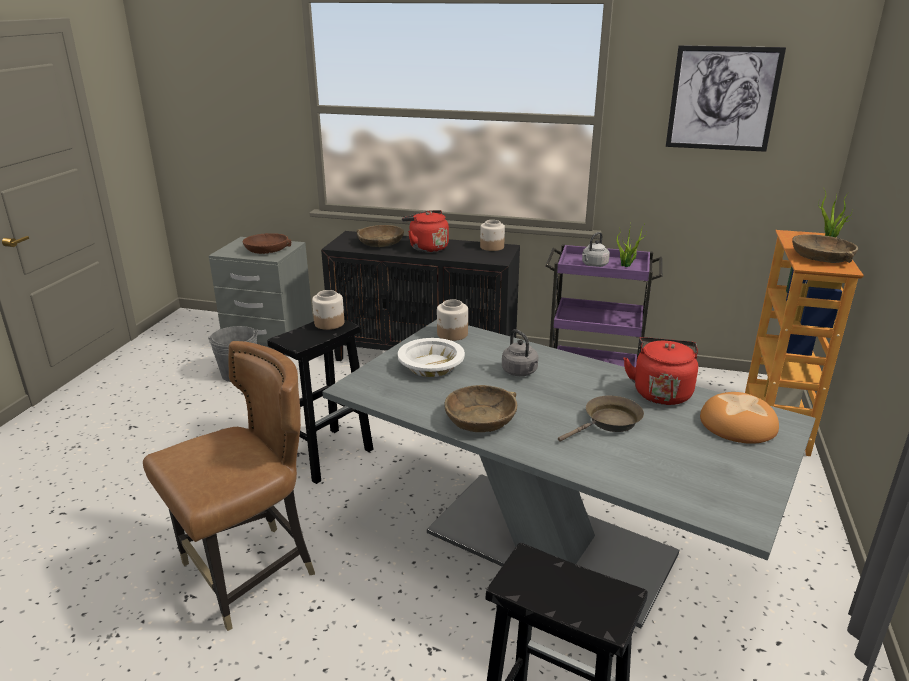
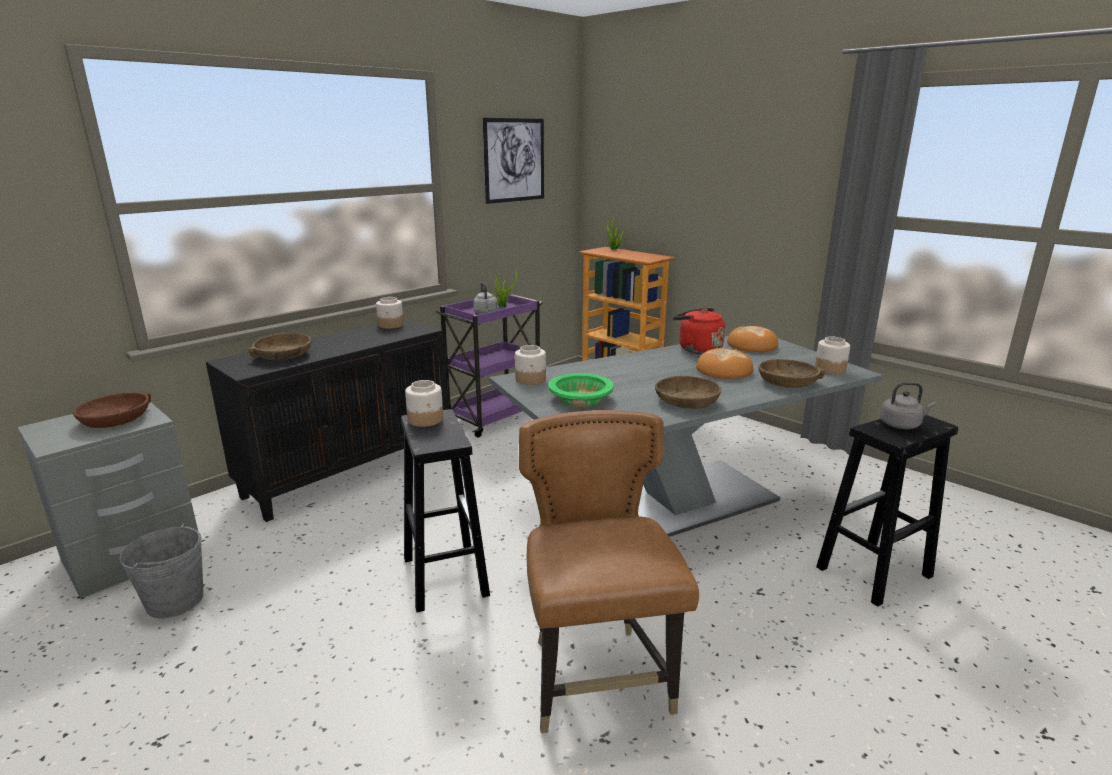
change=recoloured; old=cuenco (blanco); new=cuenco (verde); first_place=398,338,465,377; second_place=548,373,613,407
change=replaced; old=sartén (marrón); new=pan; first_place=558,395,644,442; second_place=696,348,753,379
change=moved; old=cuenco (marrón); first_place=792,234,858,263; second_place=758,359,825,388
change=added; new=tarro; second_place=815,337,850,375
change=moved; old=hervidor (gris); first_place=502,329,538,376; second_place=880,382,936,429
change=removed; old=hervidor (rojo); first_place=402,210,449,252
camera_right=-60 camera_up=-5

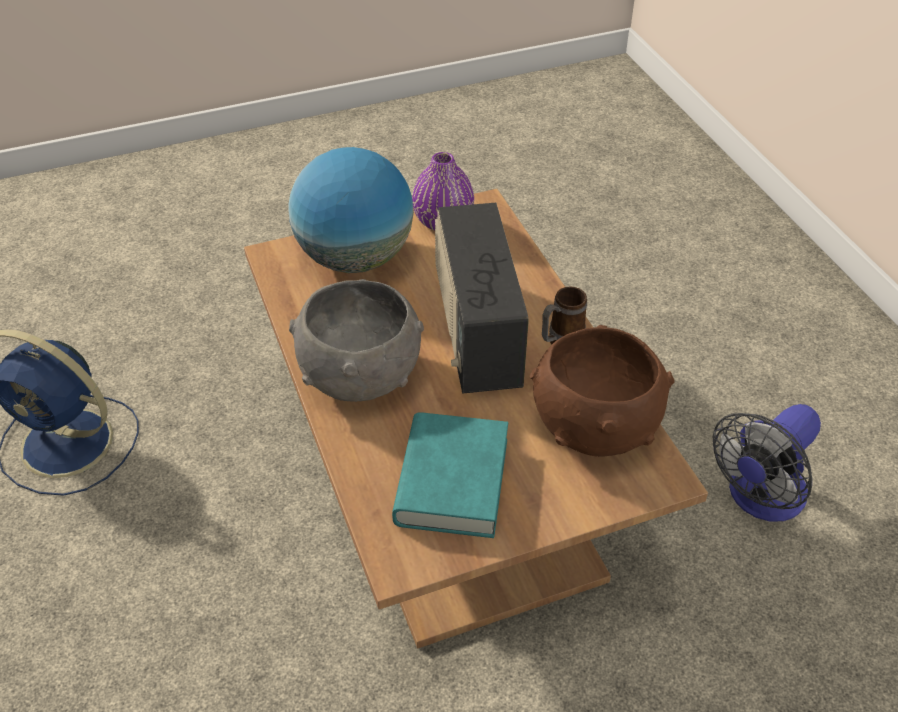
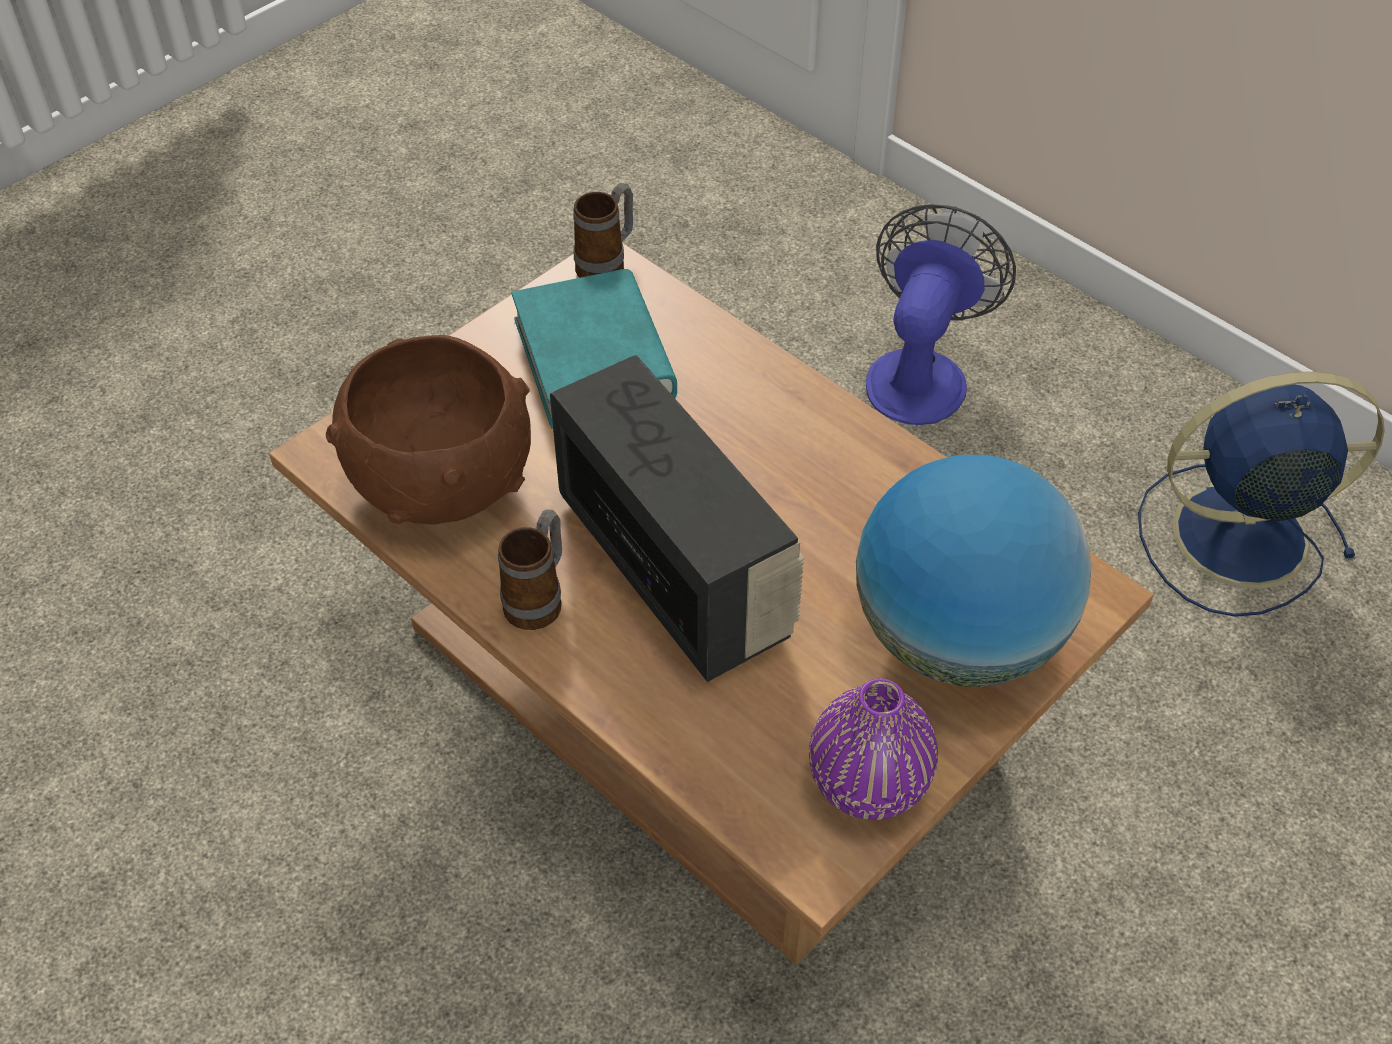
change=added; new=taza grande; second_place=574,183,633,278
change=moved; old=ventilador; first_place=713,404,821,521; second_place=866,204,1016,425
change=removed; old=cuenco (gris); first_place=289,279,424,402
camera_right=155 camera_up=5

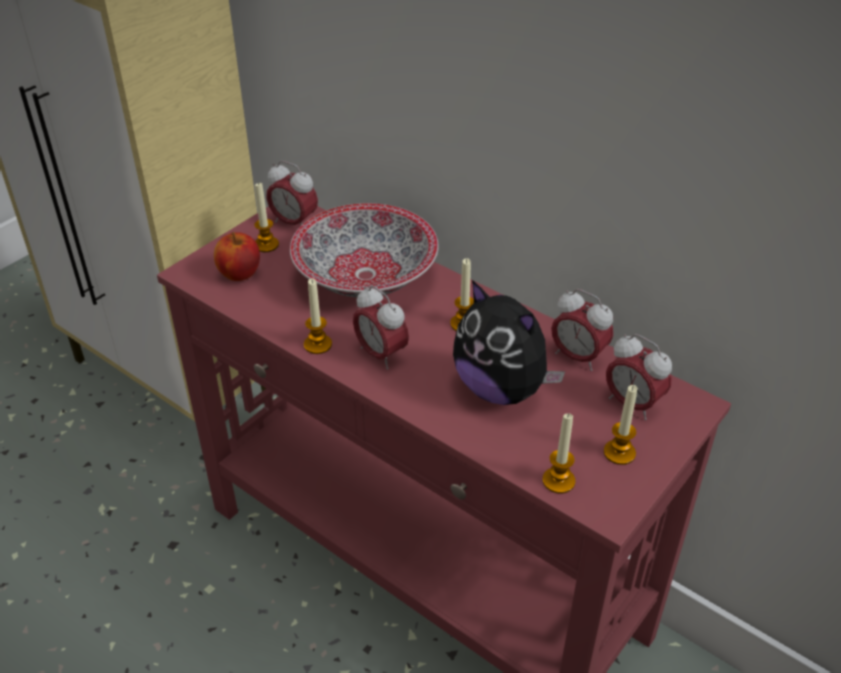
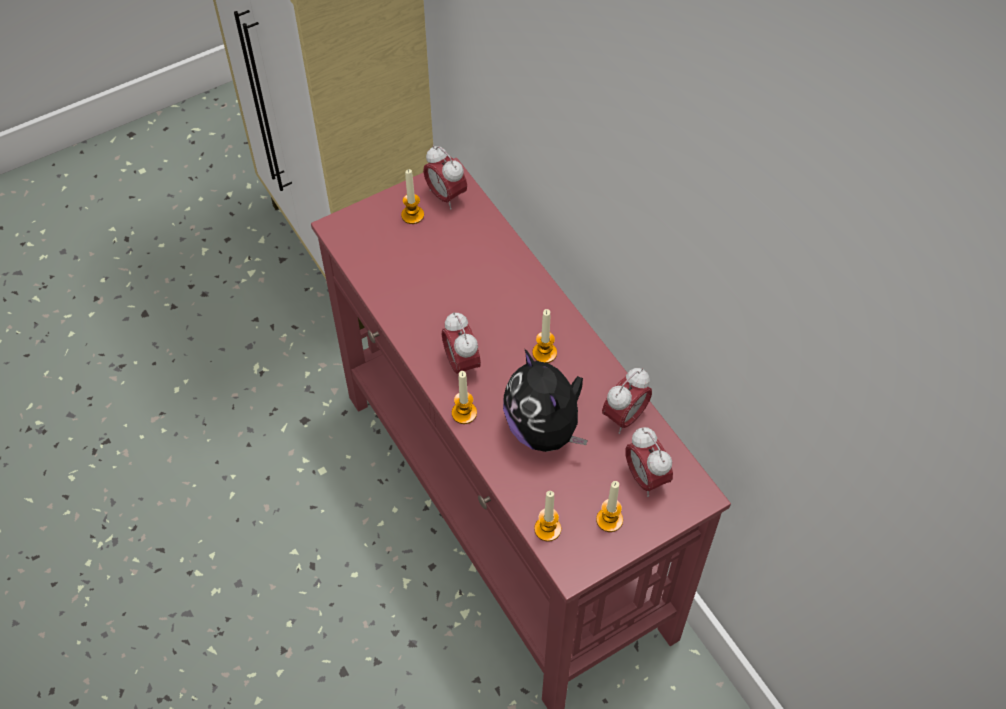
change=moved; old=vela; first_place=304,279,332,354; second_place=452,371,477,424
change=turned; old=despertador; first_place=551,289,613,371; second_place=602,368,652,434; degrees=-105
change=removed; old=manzana; first_place=214,232,260,281
change=removed; old=cuenco; first_place=290,203,439,298
camera_right=20 camera_up=15

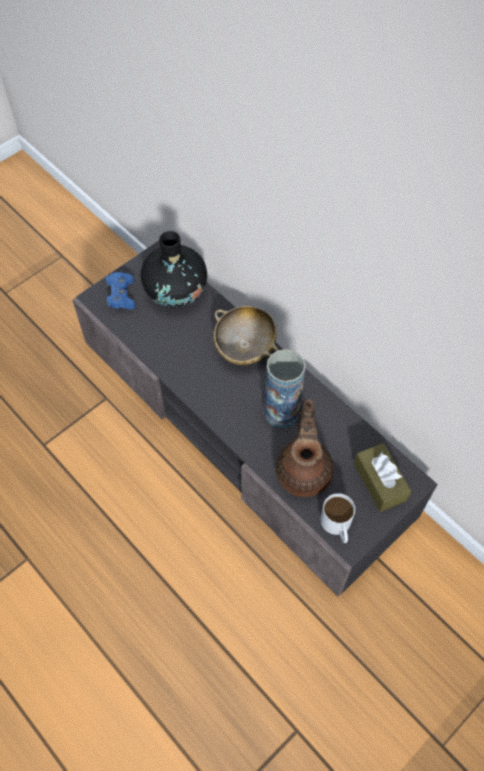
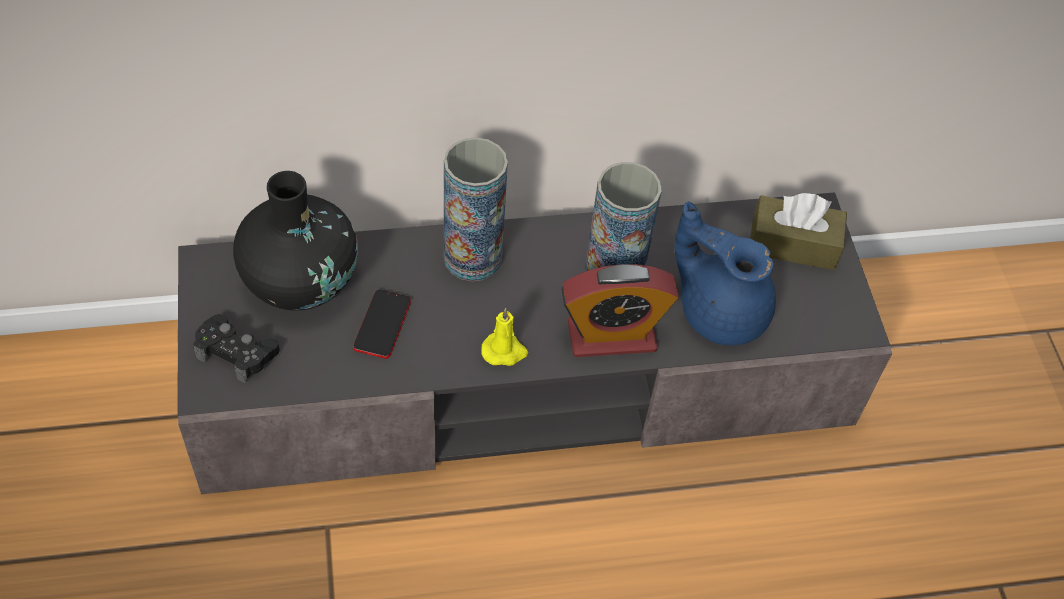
change=recoloured; old=mando de consola (azul); new=mando de consola (negro); first_place=106,272,135,309; second_place=193,314,280,383
change=added; new=móvil; second_place=353,289,411,359
change=replaced; old=cuenco (beis); new=florero; first_place=213,306,278,365; second_place=444,137,508,281
change=added; new=vela (amarillo); second_place=481,308,528,366
change=added; new=despertador; second_place=561,264,679,357
change=recoloured; old=tetera (marrón); new=tetera (azul); first_place=276,399,333,497; second_place=675,201,776,345
change=removed; old=taza grande (blanco); first_place=320,493,355,543
camera_right=-60 camera_up=-5

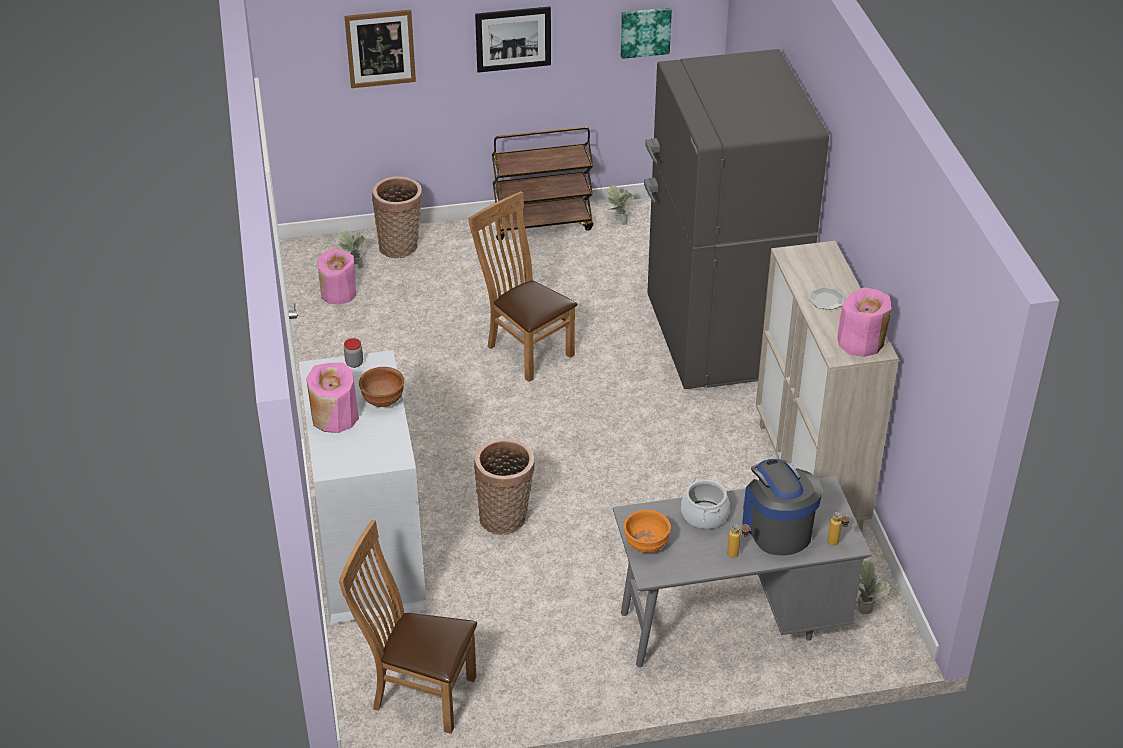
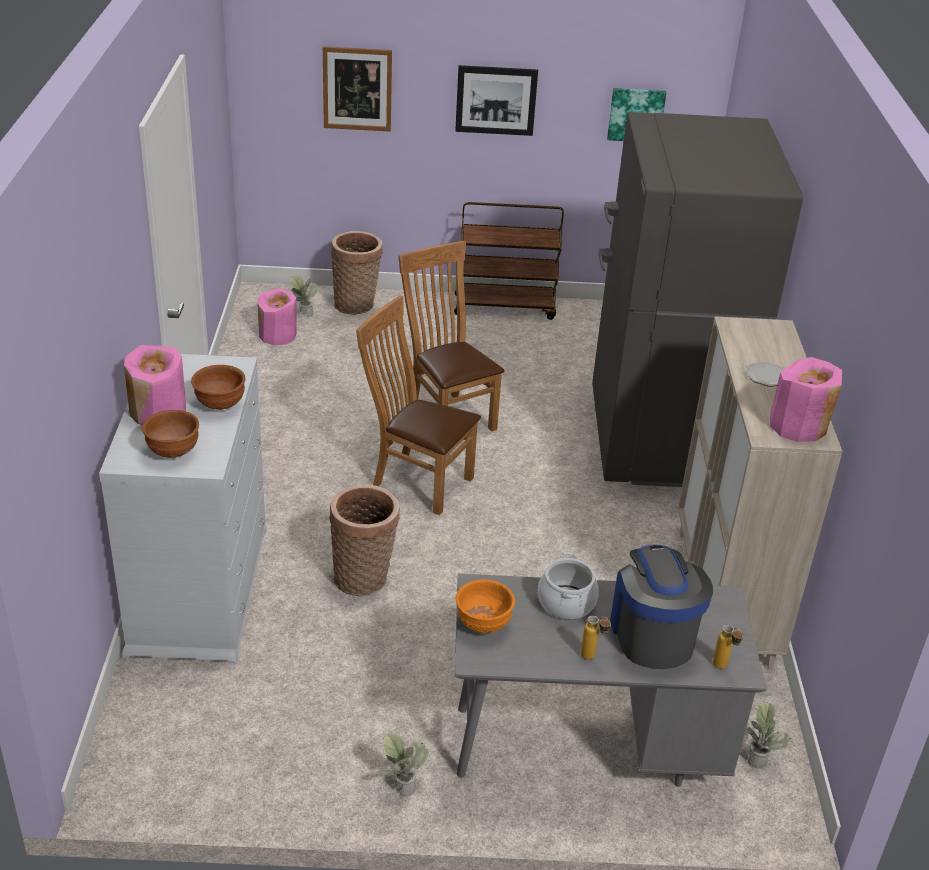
change=added; new=cuenco (marrón); second_place=142,410,199,458
change=moved; old=silla (marrón); first_place=339,520,477,734; second_place=356,296,481,515
change=moved; old=planta en maceta; first_place=607,185,634,225; second_place=378,733,429,797
change=removed; old=tarro; first_place=344,338,363,368
camera_right=10 camera_up=-5

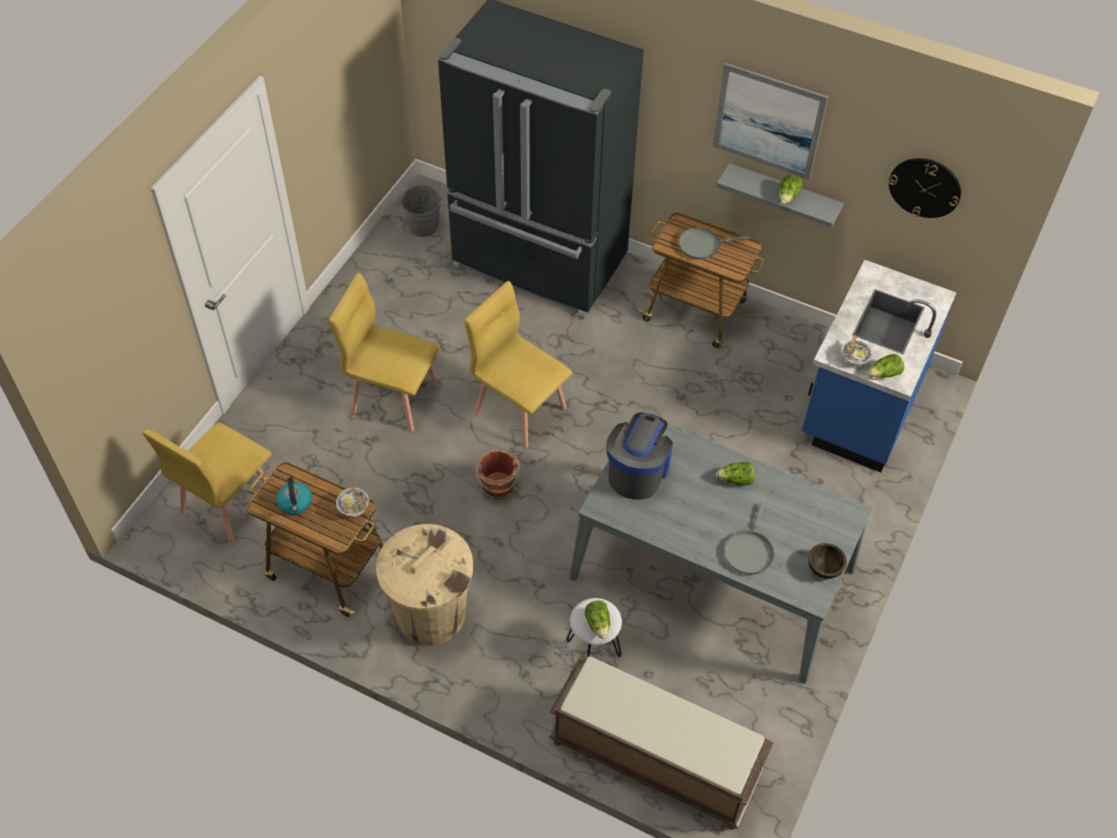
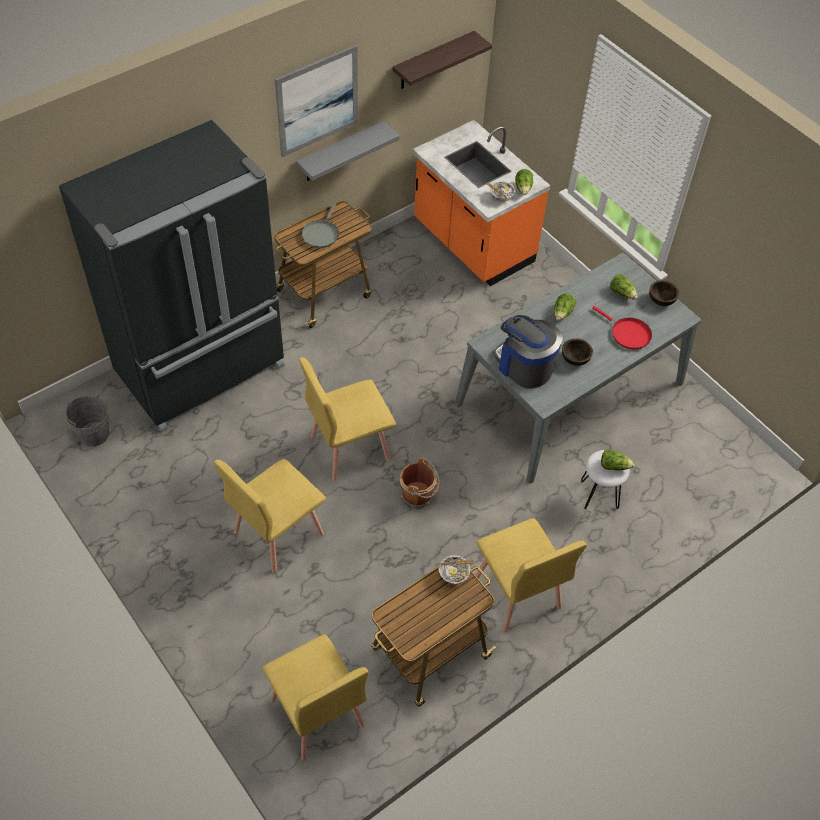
change=replaced; old=reloj de pared; new=estante; first_place=889,158,961,218; second_place=392,31,492,89
change=recoloured; old=mueble bajo de cocina (azul); new=mueble bajo de cocina (naranja); first_place=802,260,957,472; second_place=413,120,550,286
change=replaced; old=papelera (beis); new=silla (amarillo); first_place=376,524,473,645; second_place=475,518,587,633
change=added; new=cuenco (marrón); second_place=562,338,593,366
change=recoloured; old=sartén (gris); new=sartén (rojo); first_place=724,502,774,575; second_place=592,306,652,349
change=moved; old=lechuga; first_place=778,174,803,204; second_place=610,274,638,299
change=removed; old=hervidor; first_place=276,477,312,515
change=removed; old=banco (marrón); first_place=549,654,773,830
camera_right=-65 camera_up=0

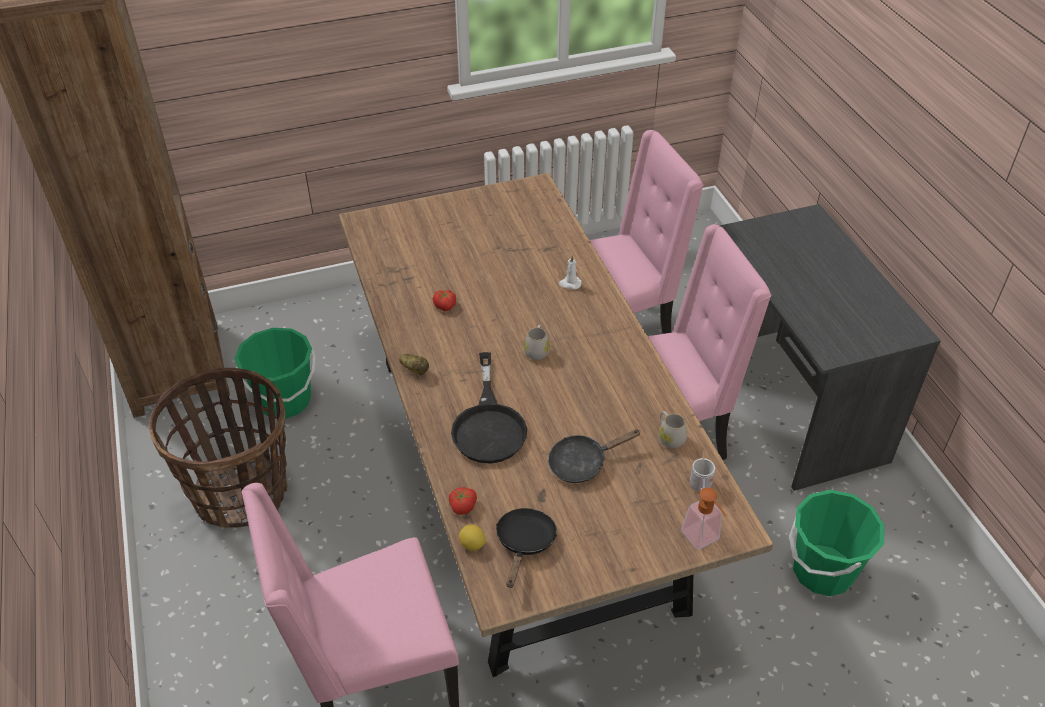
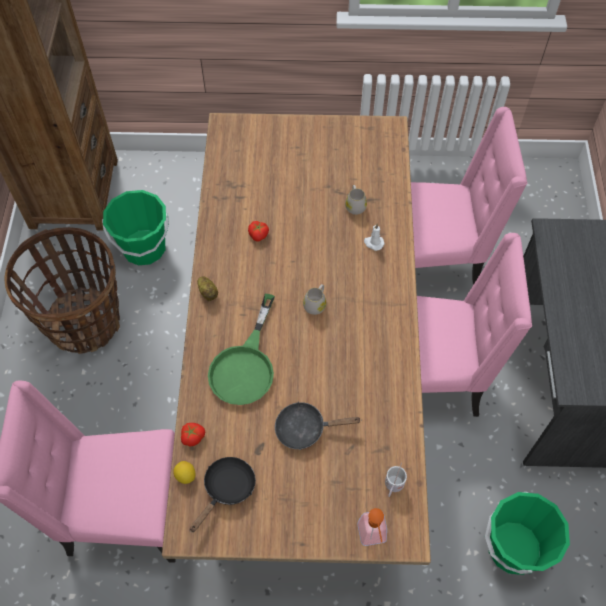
change=recoloured; old=sartén (negro); new=sartén (verde); first_place=451,352,527,464; second_place=208,294,275,405
change=moved; old=taza grande (blanco); first_place=659,411,687,449; second_place=345,185,367,215
camera_right=20 camera_up=15

